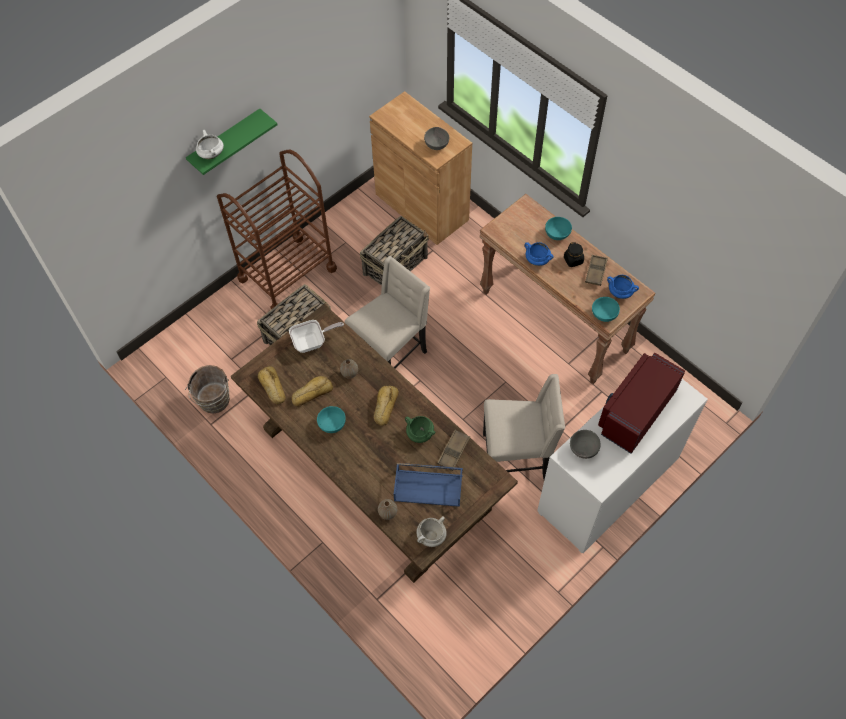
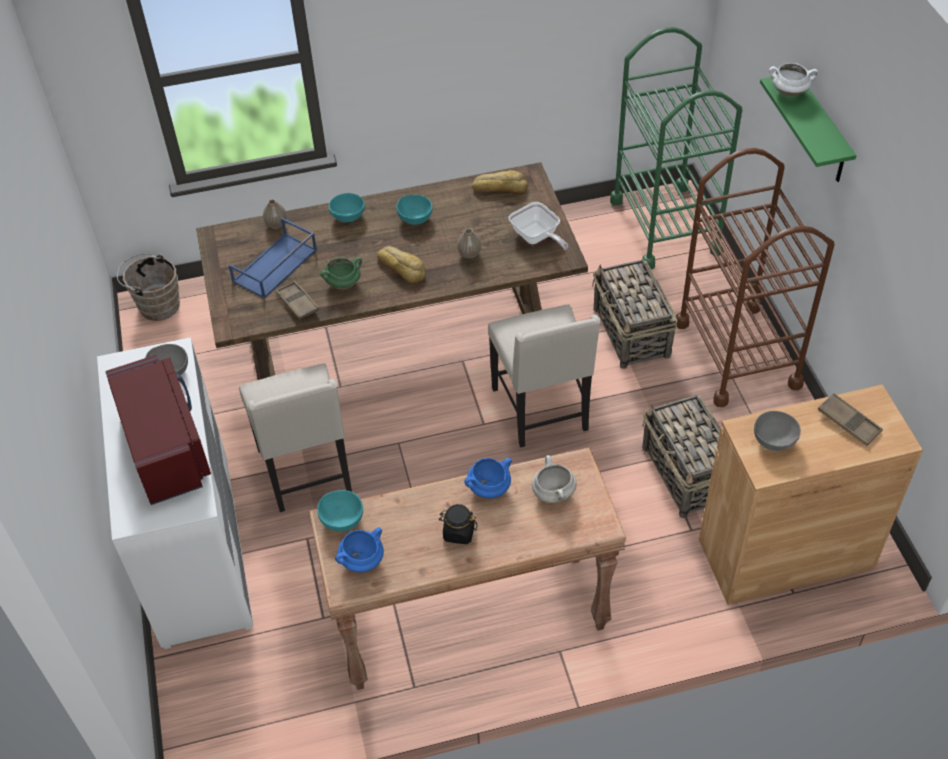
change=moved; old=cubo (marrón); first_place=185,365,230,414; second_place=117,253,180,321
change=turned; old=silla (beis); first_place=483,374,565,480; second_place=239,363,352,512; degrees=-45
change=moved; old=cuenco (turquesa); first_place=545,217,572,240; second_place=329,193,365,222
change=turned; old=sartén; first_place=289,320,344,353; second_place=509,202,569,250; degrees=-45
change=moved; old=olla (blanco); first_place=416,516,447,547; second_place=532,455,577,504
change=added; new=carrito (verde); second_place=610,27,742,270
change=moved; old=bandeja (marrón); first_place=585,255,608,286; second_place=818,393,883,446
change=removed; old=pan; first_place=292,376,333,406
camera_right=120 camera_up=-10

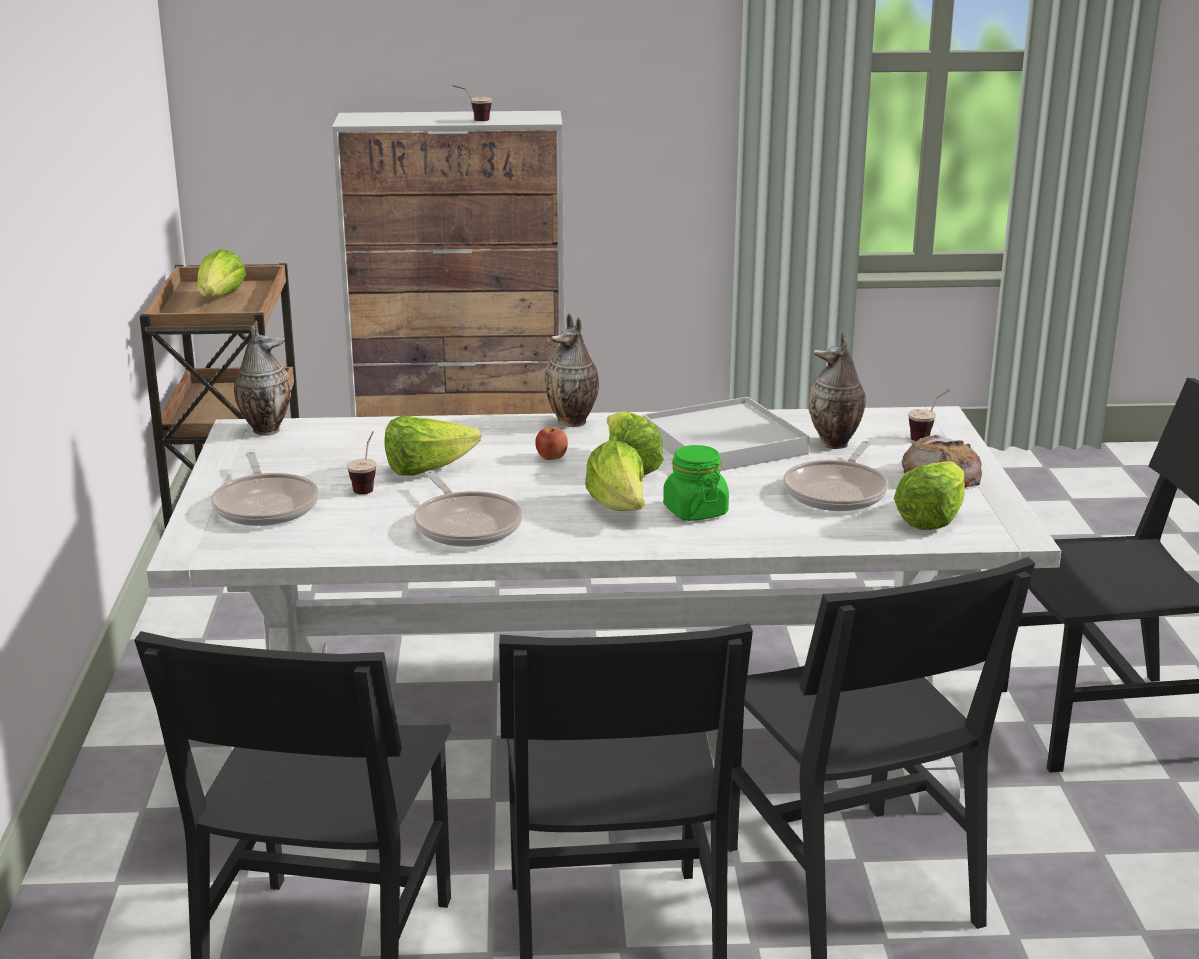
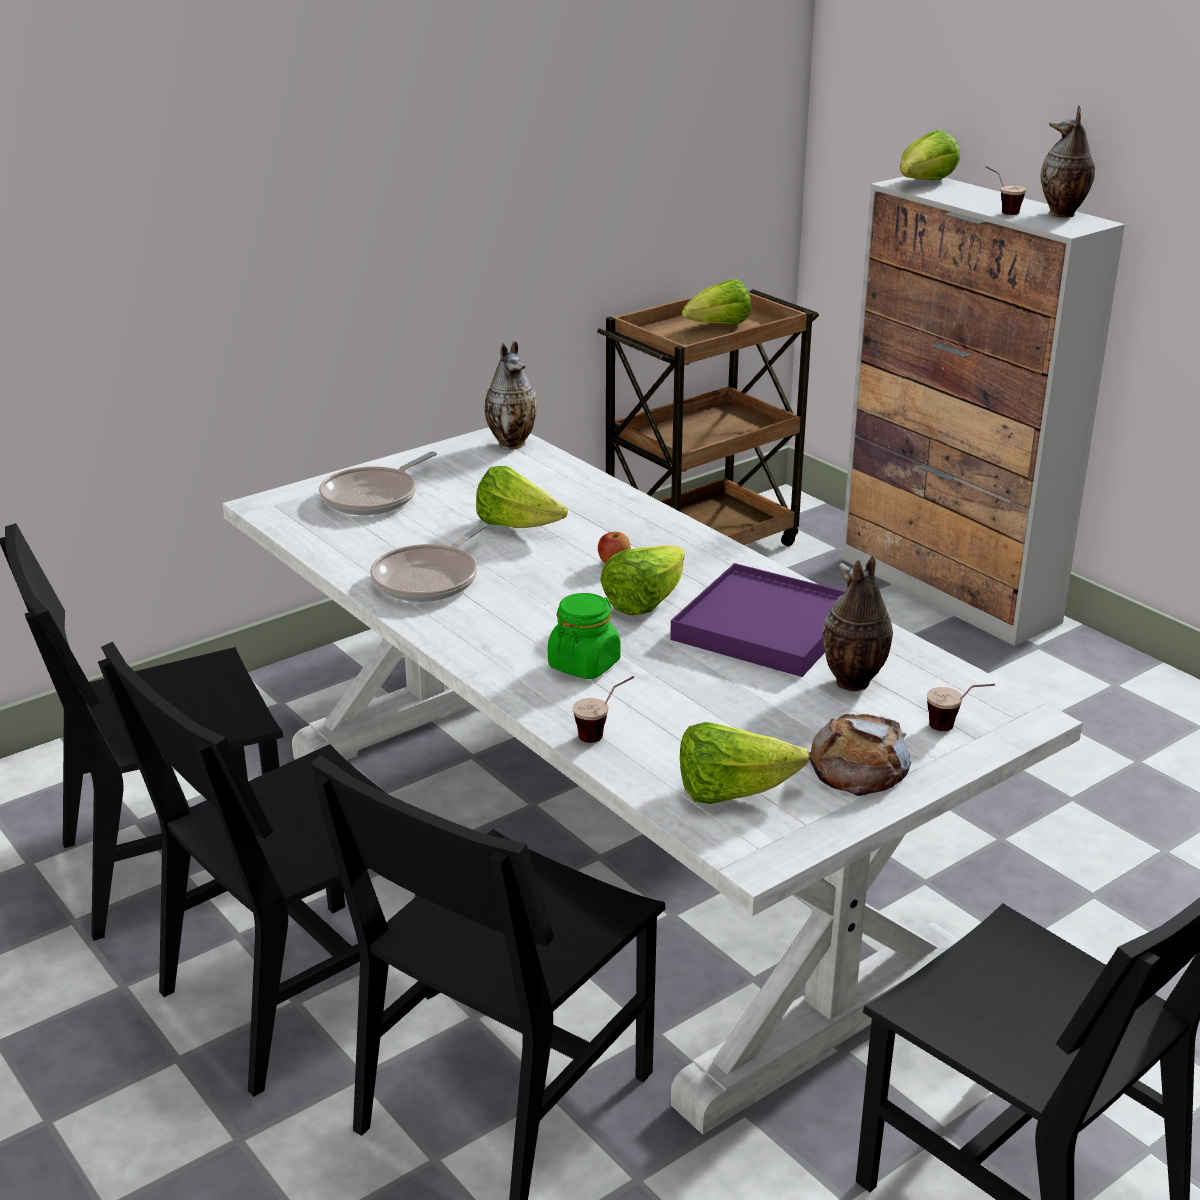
change=moved; old=taza; first_place=347,431,377,494; second_place=573,676,634,743
change=recoloured; old=bandeja (blanco); new=bandeja (morado); first_place=643,397,810,471; second_place=670,563,846,677
change=moved; old=lechuga; first_place=585,440,645,511; second_place=900,130,960,180
change=moved; old=florero; first_place=545,314,599,427; second_place=1040,105,1095,218
change=removed; old=sartén; first_place=783,441,888,511
camera_right=55 camera_up=5

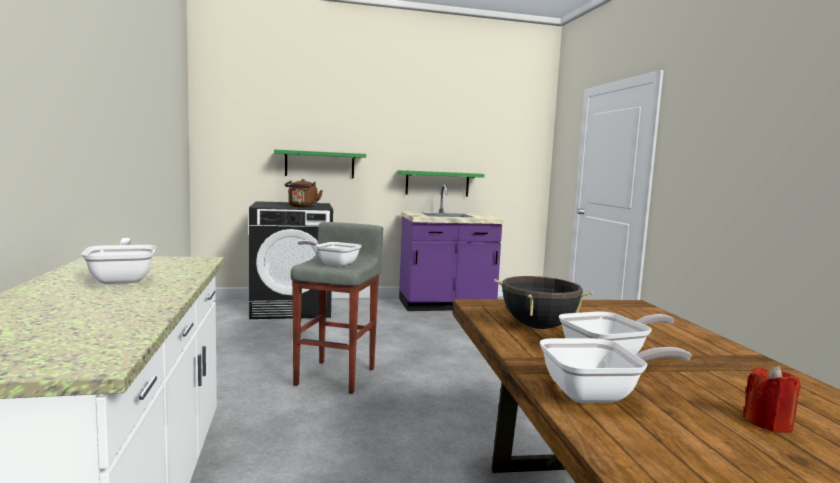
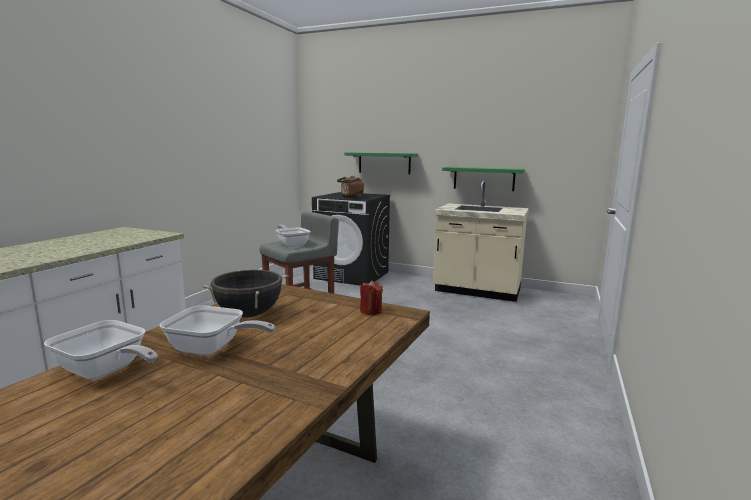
change=moved; old=vela (rojo); first_place=743,366,801,433; second_place=360,280,383,315
change=recoloured; old=mueble bajo de cocina (morado); new=mueble bajo de cocina (beis); first_place=399,185,505,311; second_place=433,180,529,302
change=removed; old=sartén; first_place=82,238,156,284
camera_right=35 camera_up=5

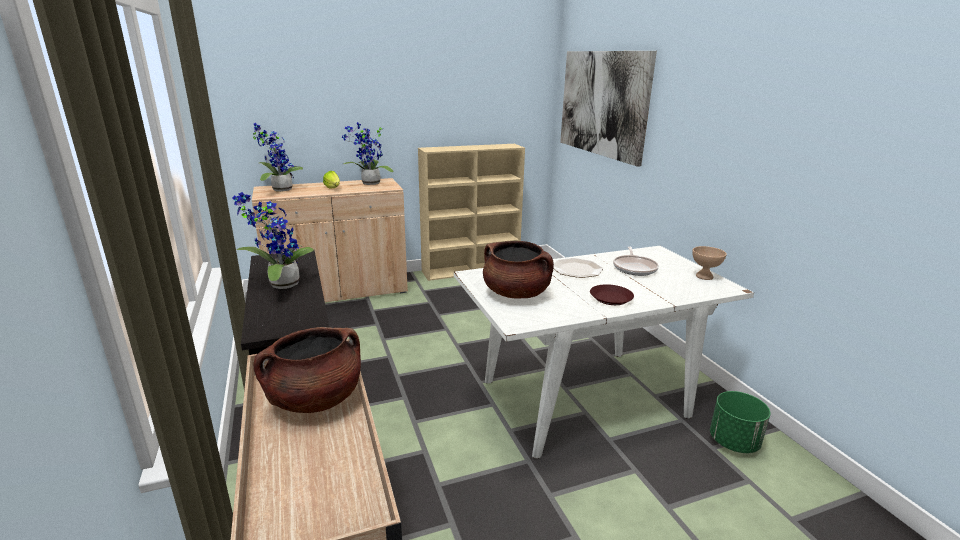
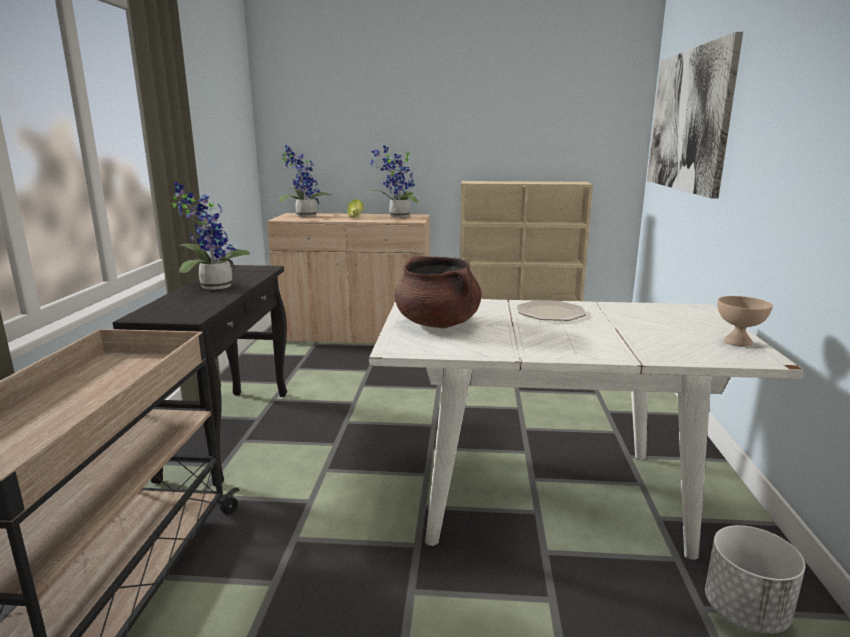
change=recoloured; old=maceta (verde); new=maceta (blanco); first_place=710,391,771,453; second_place=705,525,805,634
change=removed; old=olla (marrón); first_place=253,327,361,413
change=removed; old=plato (marrón); first_place=590,284,634,305
change=removed; old=sartén; first_place=613,246,659,276
camera_right=25 camera_up=-5

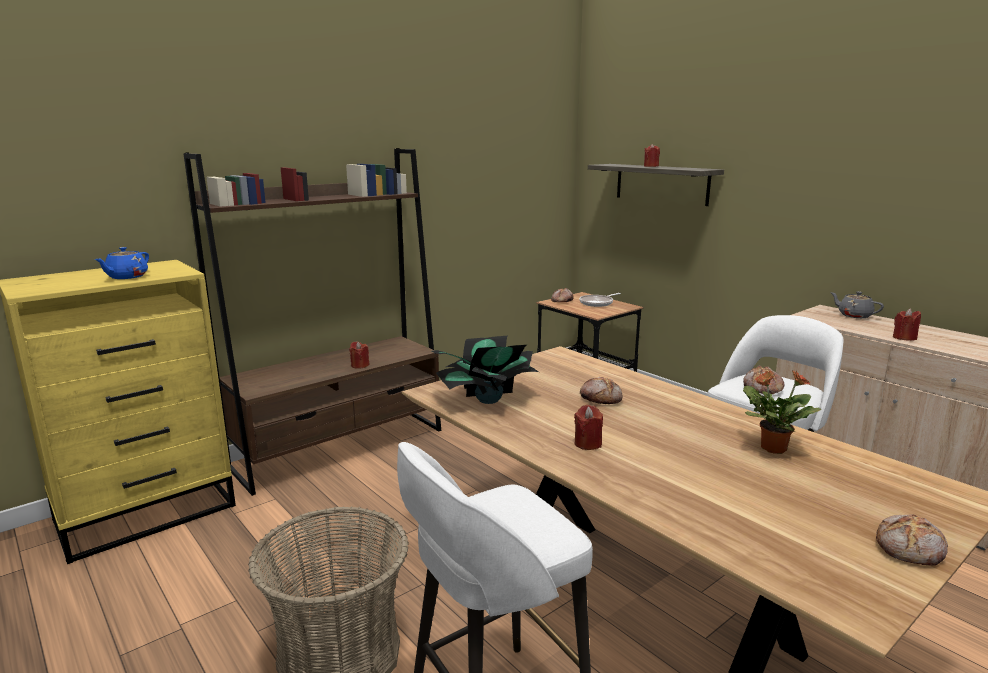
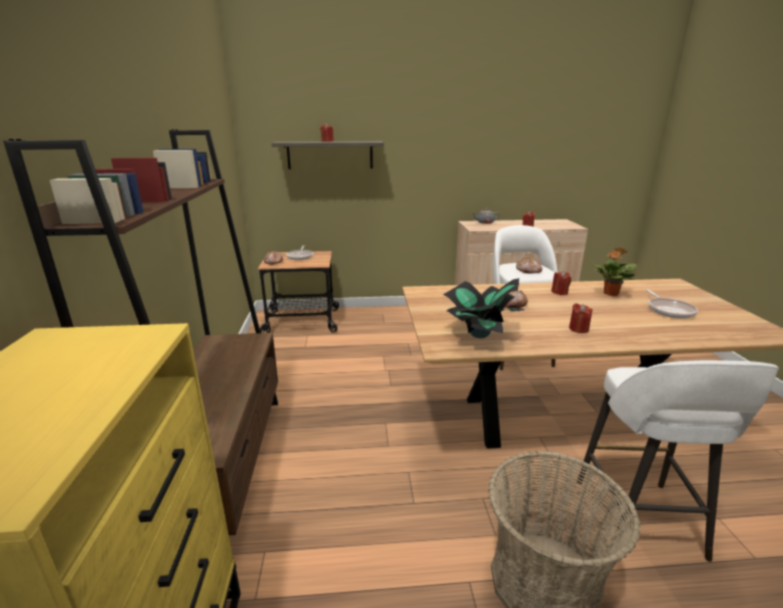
change=moved; old=vela (rojo); first_place=349,341,369,368; second_place=551,271,571,295
change=added; new=sartén; second_place=645,289,698,319
change=removed; old=tetera (azul); first_place=95,247,149,279
change=removed; old=pan; first_place=876,514,948,566
camera_right=-55 camera_up=5

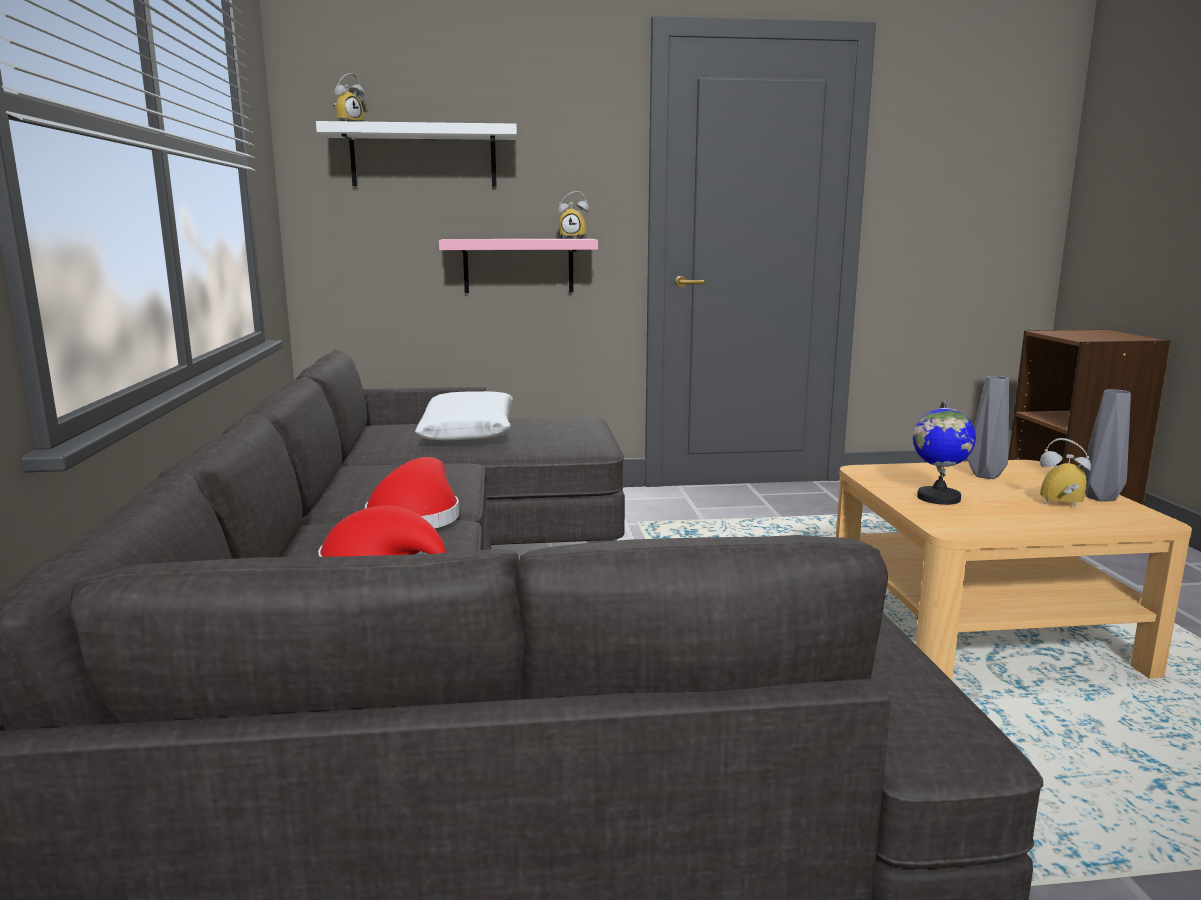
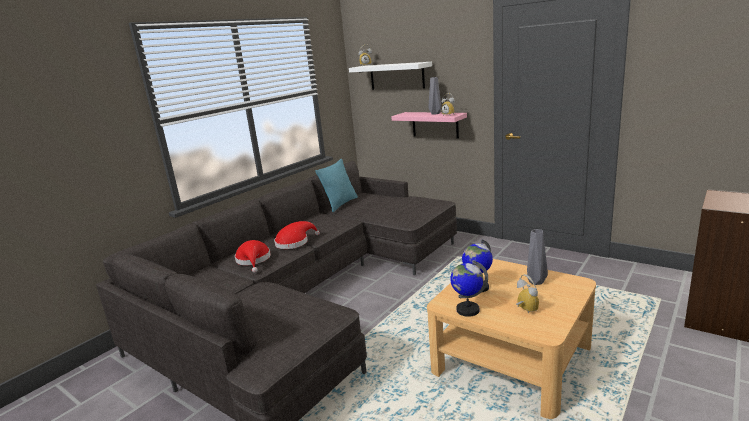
change=added; new=cojín (turquesa); second_place=316,159,358,212
change=moved; old=florero (gris); first_place=1082,389,1131,502; second_place=428,77,441,114
change=added; new=globo terráqueo; second_place=450,260,488,317
change=removed; old=cojín (blanco); first_place=415,391,513,440
camera_right=45 camera_up=5

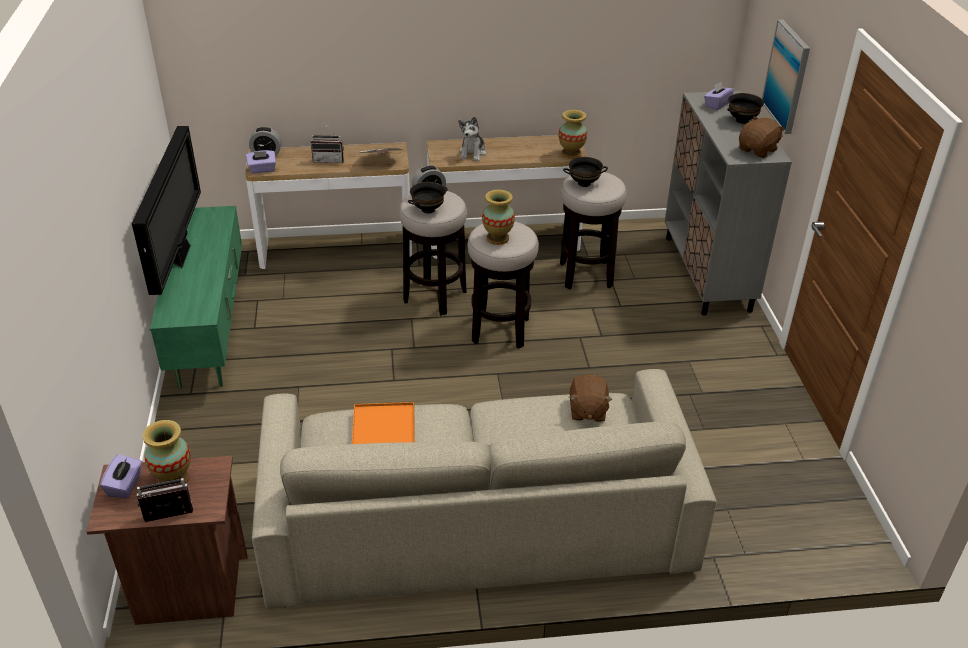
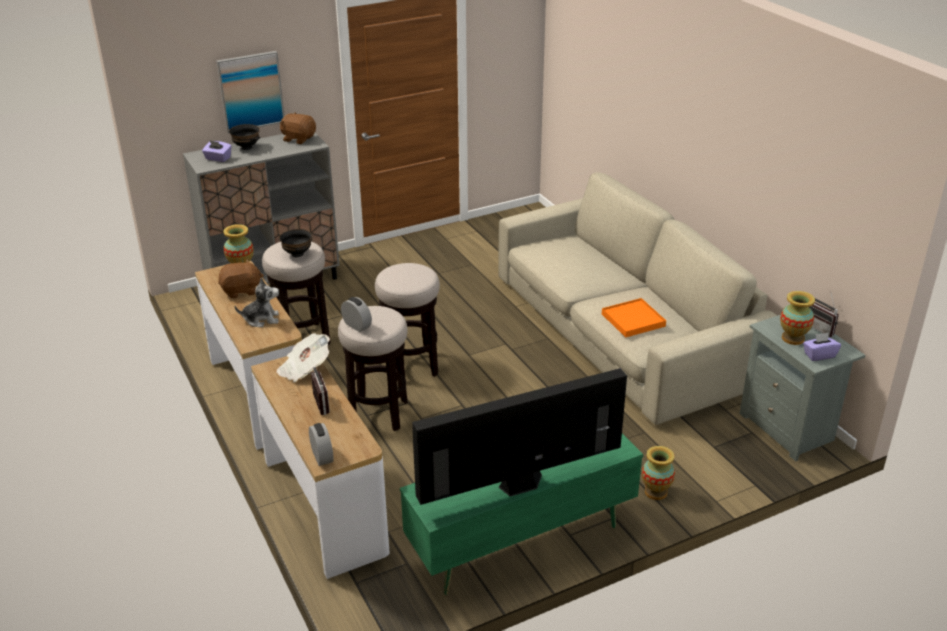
change=moved; old=peluche (marrón); first_place=569,374,613,422; second_place=218,259,264,298
change=moved; old=florero; first_place=482,190,515,245; second_place=642,446,675,500
change=recoloured; old=mesita de noche (marrón); new=mesita de noche (gris); first_place=87,456,248,625; second_place=739,315,865,461
change=removed; old=caja de pañuelos (morado); first_place=246,150,276,173
change=removed; old=cuenco (negro); first_place=408,182,448,214
camera_right=-110 camera_up=-5

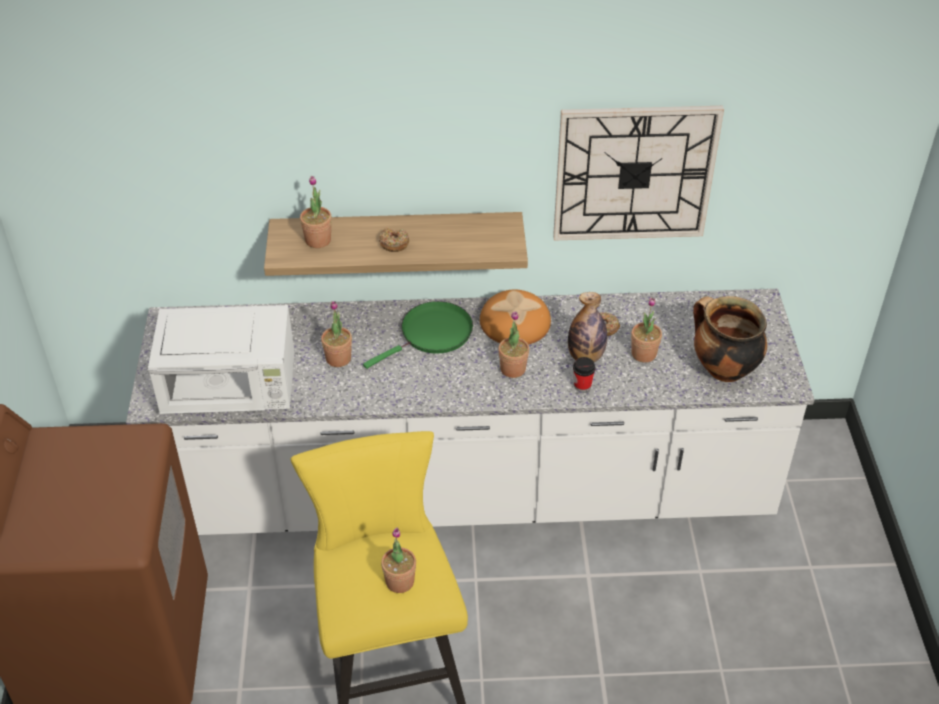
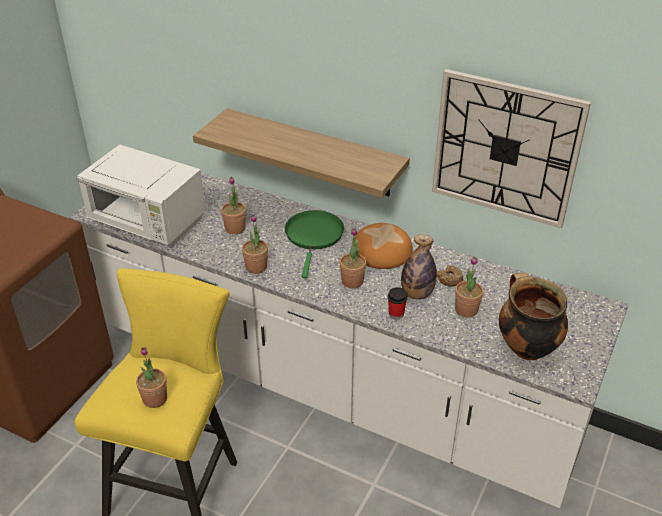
change=moved; old=planta en maceta; first_place=300,176,332,248; second_place=242,214,268,274
change=turned; old=sartén (verde); first_place=363,301,473,369; second_place=285,210,344,278; degrees=-75
change=removed; old=rosquilla; first_place=379,227,409,252
camera_right=30 camera_up=-5

